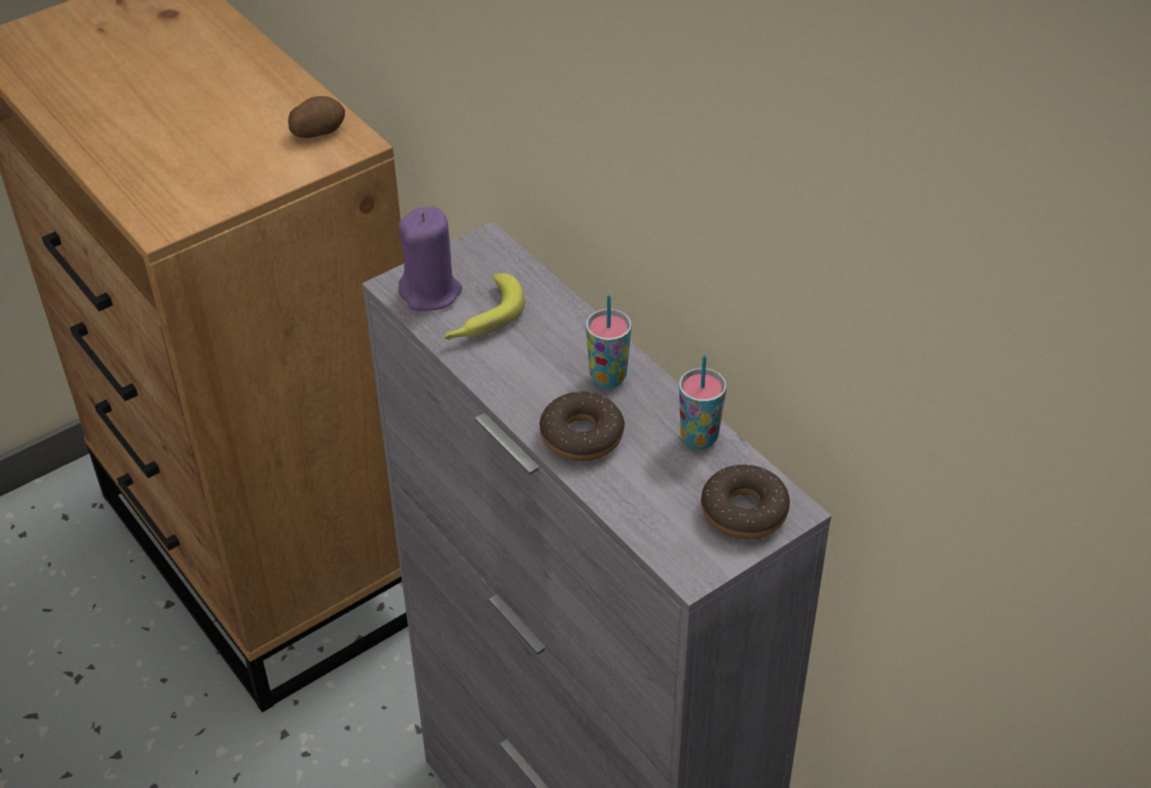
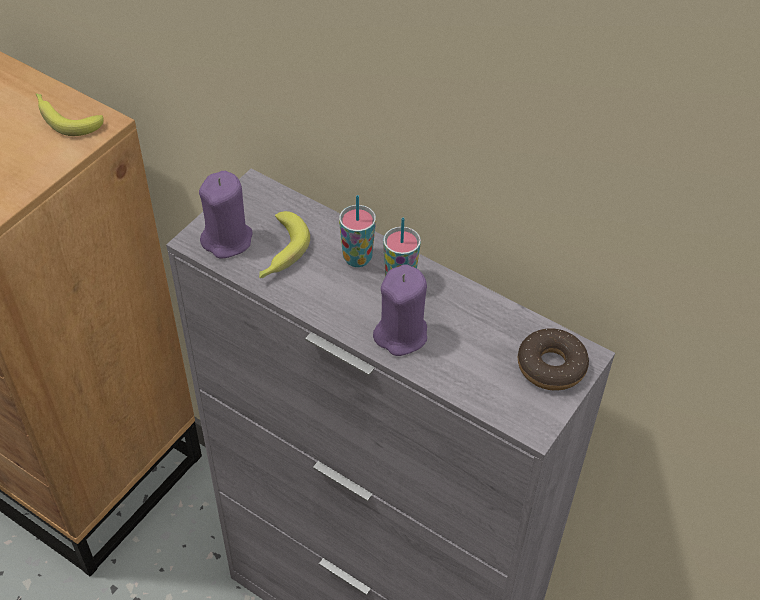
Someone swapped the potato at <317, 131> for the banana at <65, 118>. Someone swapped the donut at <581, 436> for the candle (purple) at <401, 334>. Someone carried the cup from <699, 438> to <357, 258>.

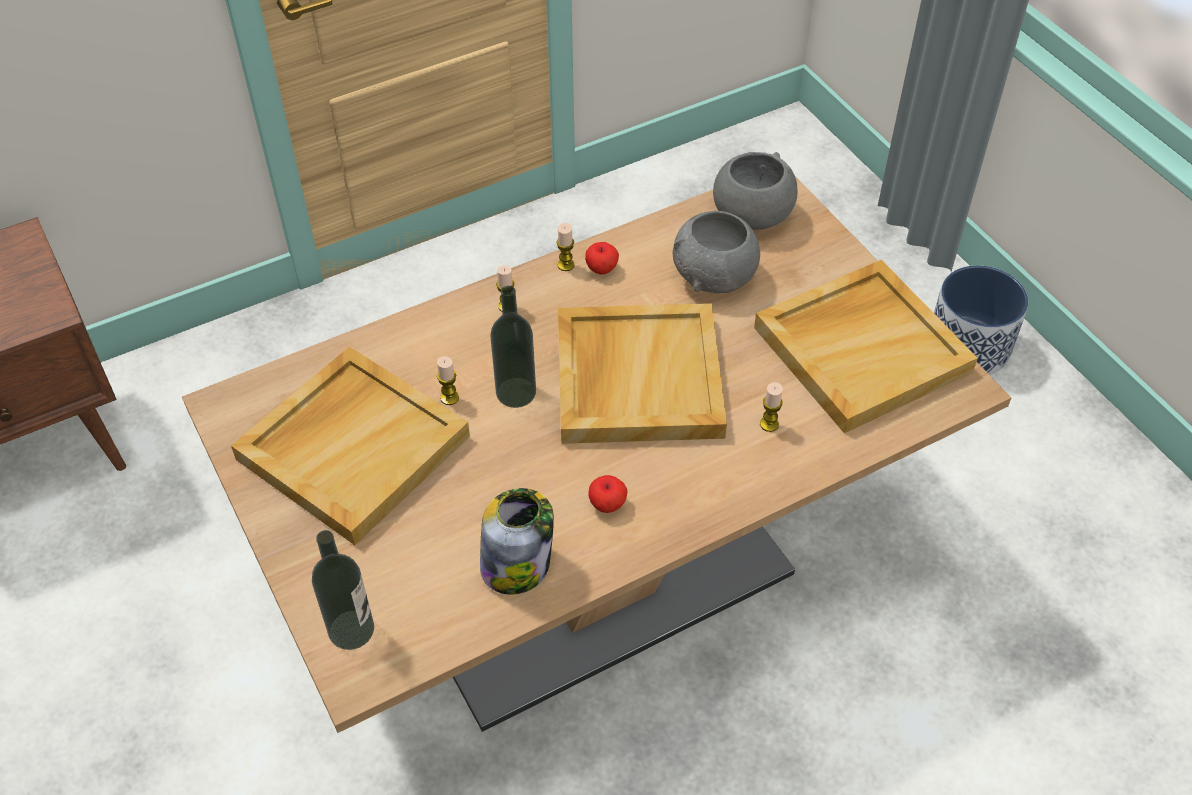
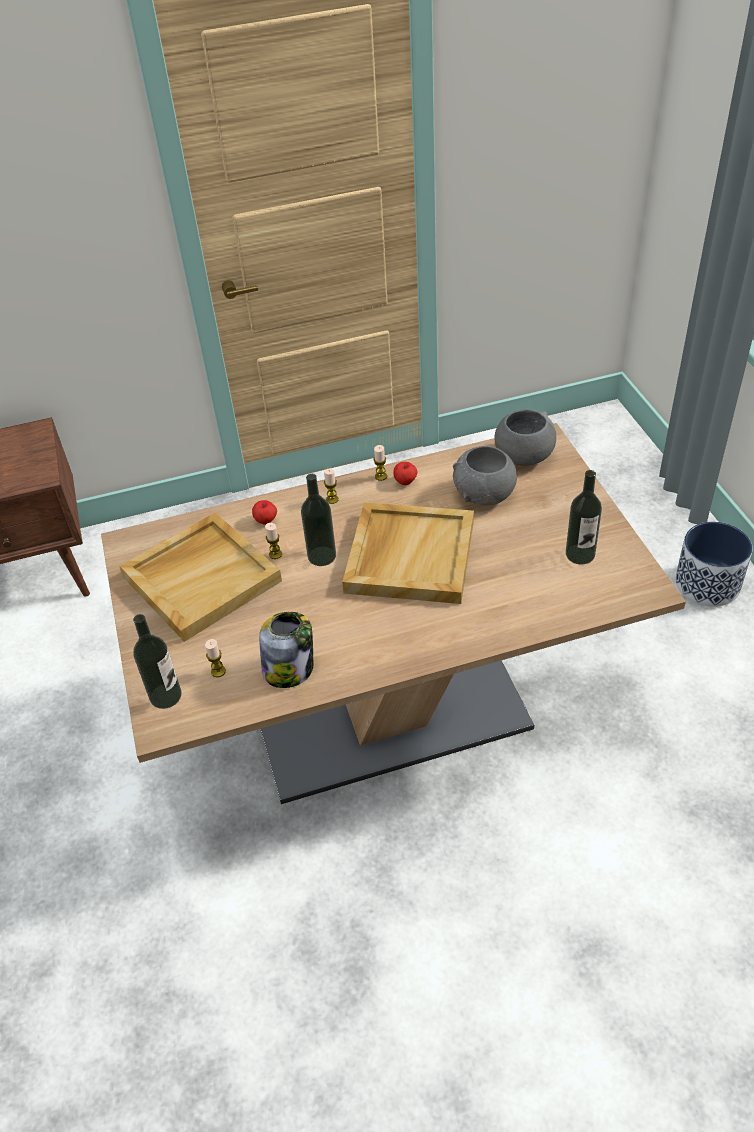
Someone carried the apple from <607, 504> to <266, 520>. Someone swapped the tray (beige) at <862, 348> for the bottle at <580, 554>. Someone carried the candle from <769, 424> to <218, 671>.

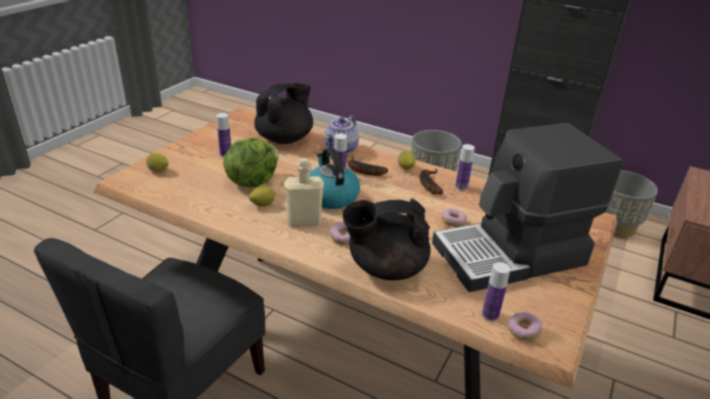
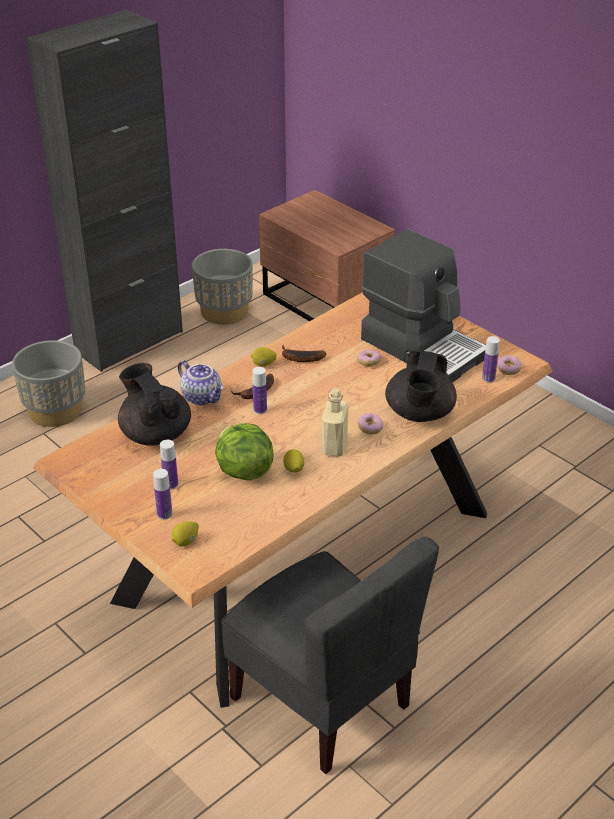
Someone took away the kettle at <330, 196>. Someone rotated the coffee machine at <511, 255> by 45 degrees counterclockwise. Someone carried the bottle from <461, 187> to <164, 514>.

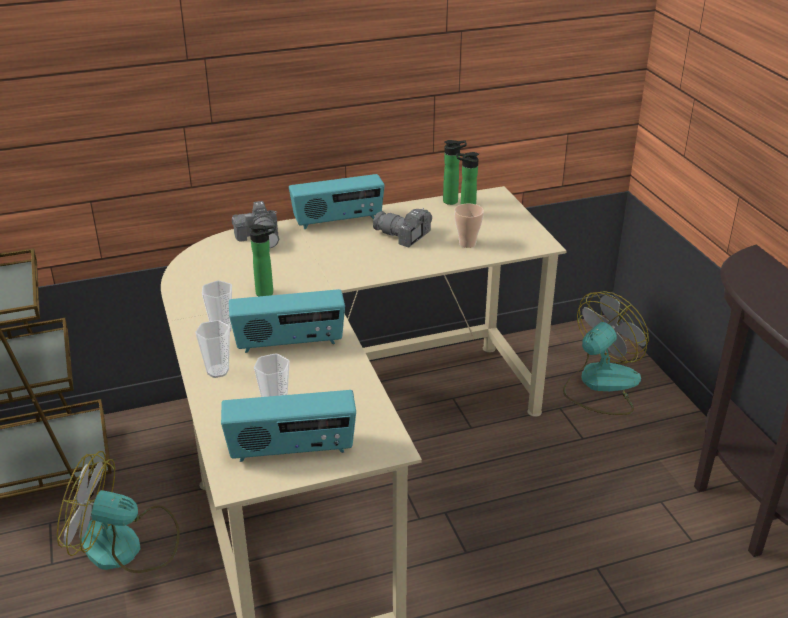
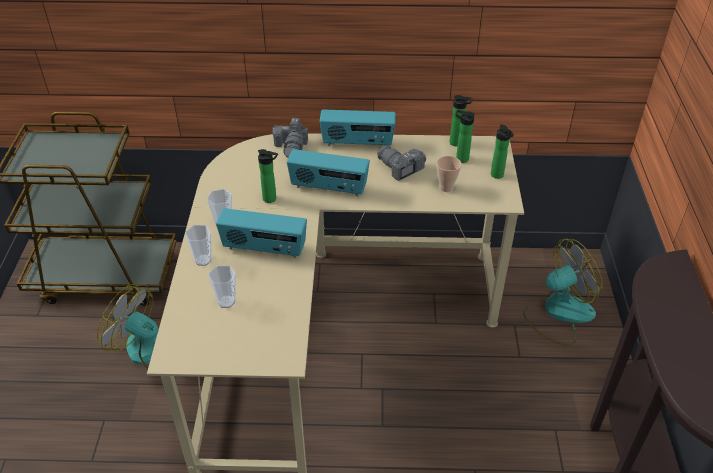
Someone carried the radio from <291, 450> to <328, 188>. Someone put down the bottle at <498, 176>.

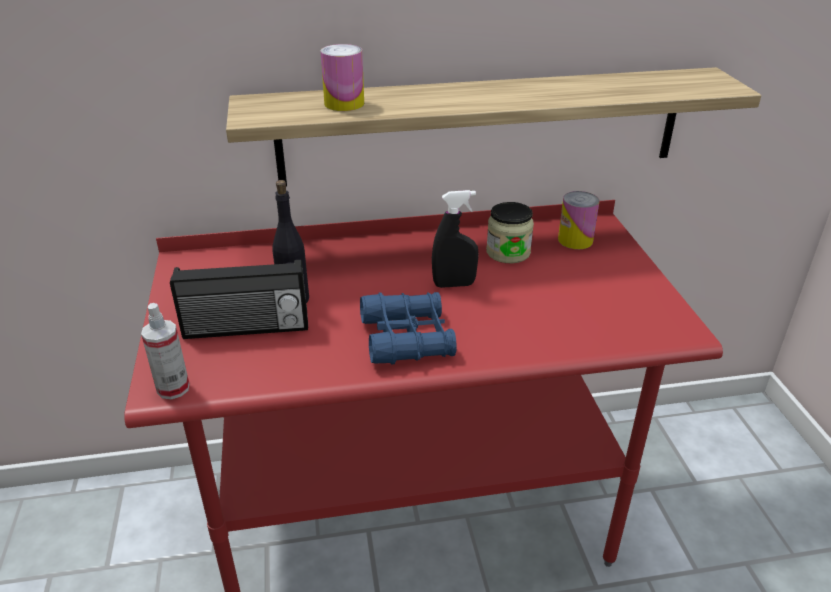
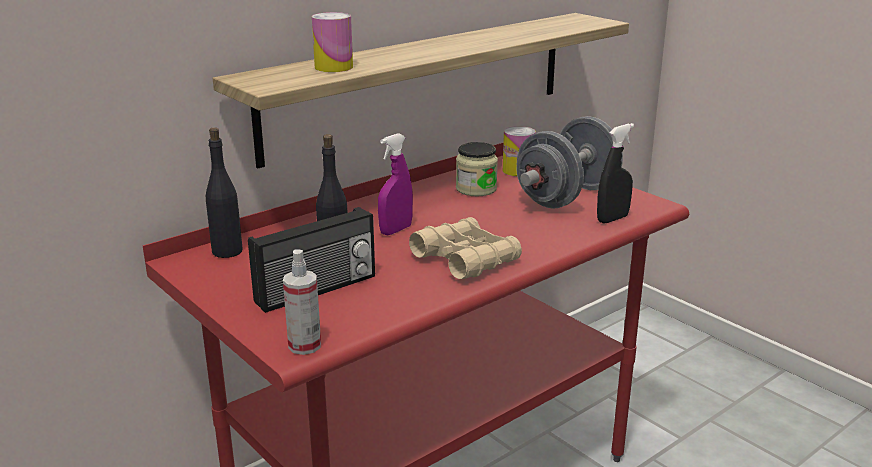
Someone repainted the binoculars (blue) at <407, 338>, which became the binoculars (beige) at <465, 259>. Someone carried the spray bottle (black) from <454, 284> to <612, 219>. Someone put down the bottle (black) at <227, 251>. Someone put down the spray bottle (purple) at <395, 230>. Someone put down the dumbbell (grey) at <567, 196>.

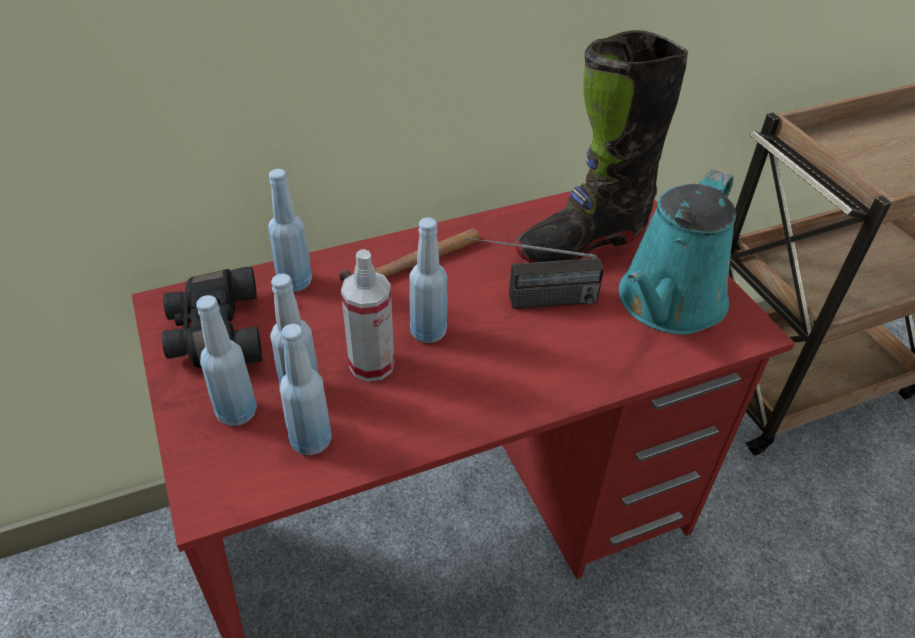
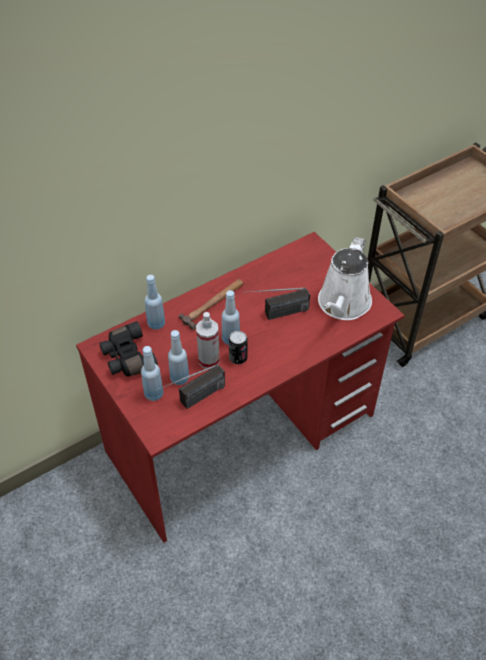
Someone swapped the bottle (blue) at <311, 440> for the radio at <193, 401>. Someone took away the boot (black) at <582, 242>. Someone repainted the watering can (turquoise) at <667, 304>, which became the watering can (white) at <342, 305>. Someone put down the can at <238, 358>.

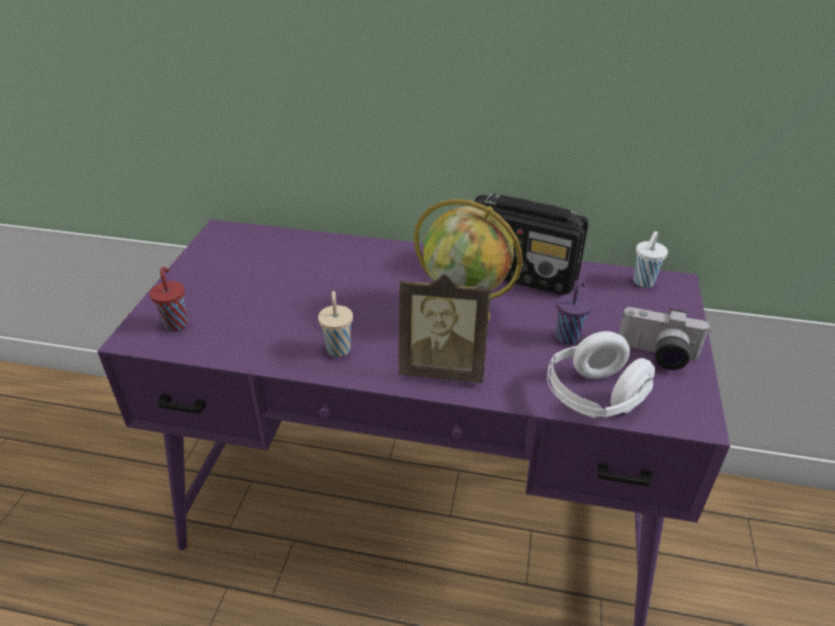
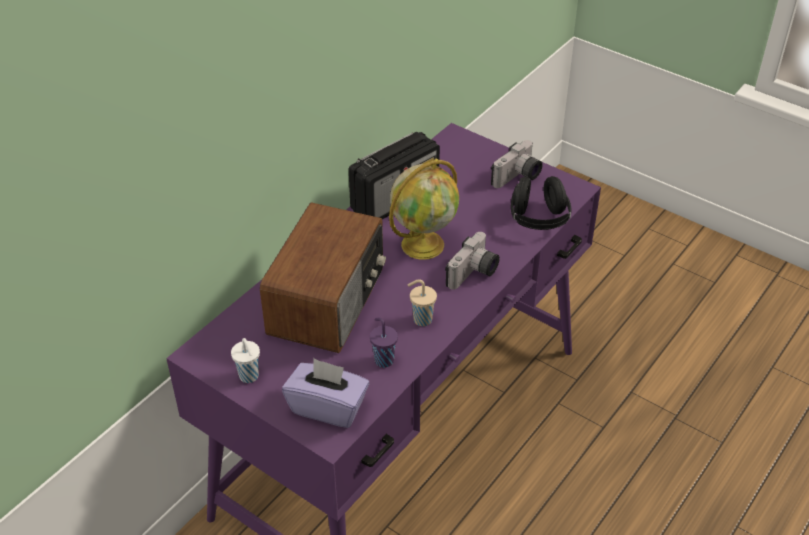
Someone swapped the cup (red) at <176, 323> for the tissue box (purple) at <328, 407>. Someone swapped the picture frame at <442, 368> for the photo camera at <474, 274>. Someone repainted the headphones (white) at <594, 398>, which became the headphones (black) at <538, 219>. Someone carried the cup (purple) from <568, 336> to <383, 359>. Someone carried the cup (white) from <643, 282> to <249, 377>. Someone put down the radio at <329, 301>.

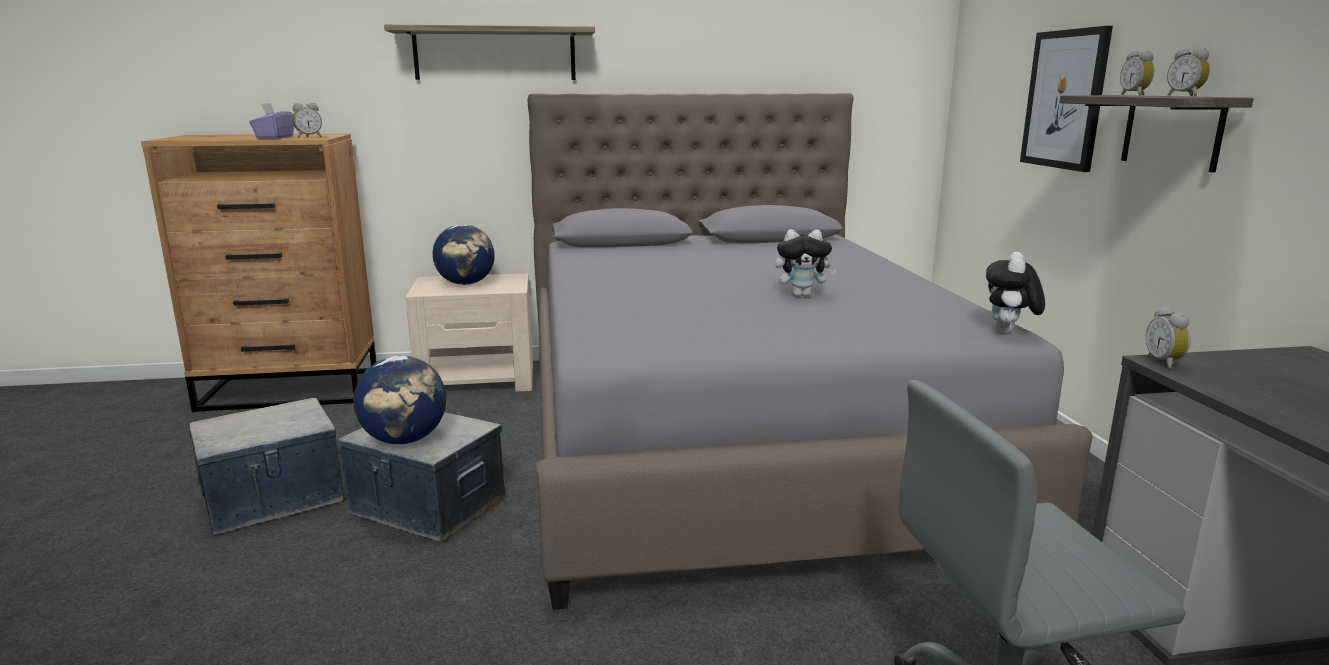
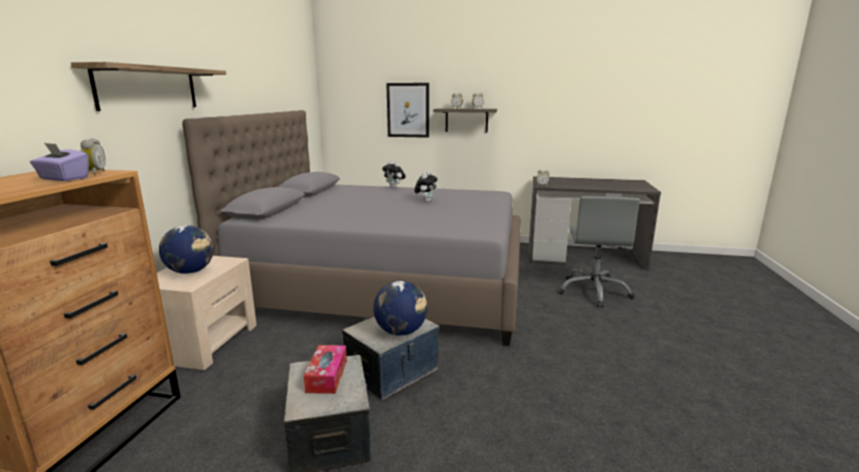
Someone carried the plush toy from <1008, 332> to <394, 187>. Someone put down the tissue box at <327, 376>.

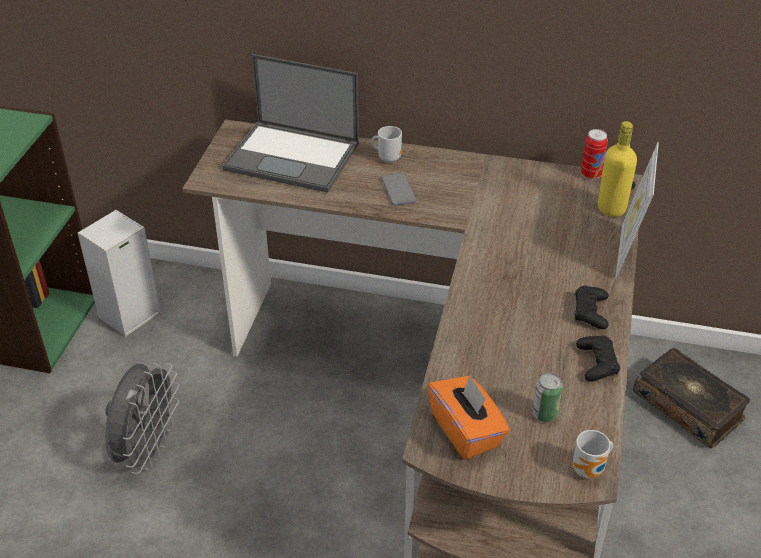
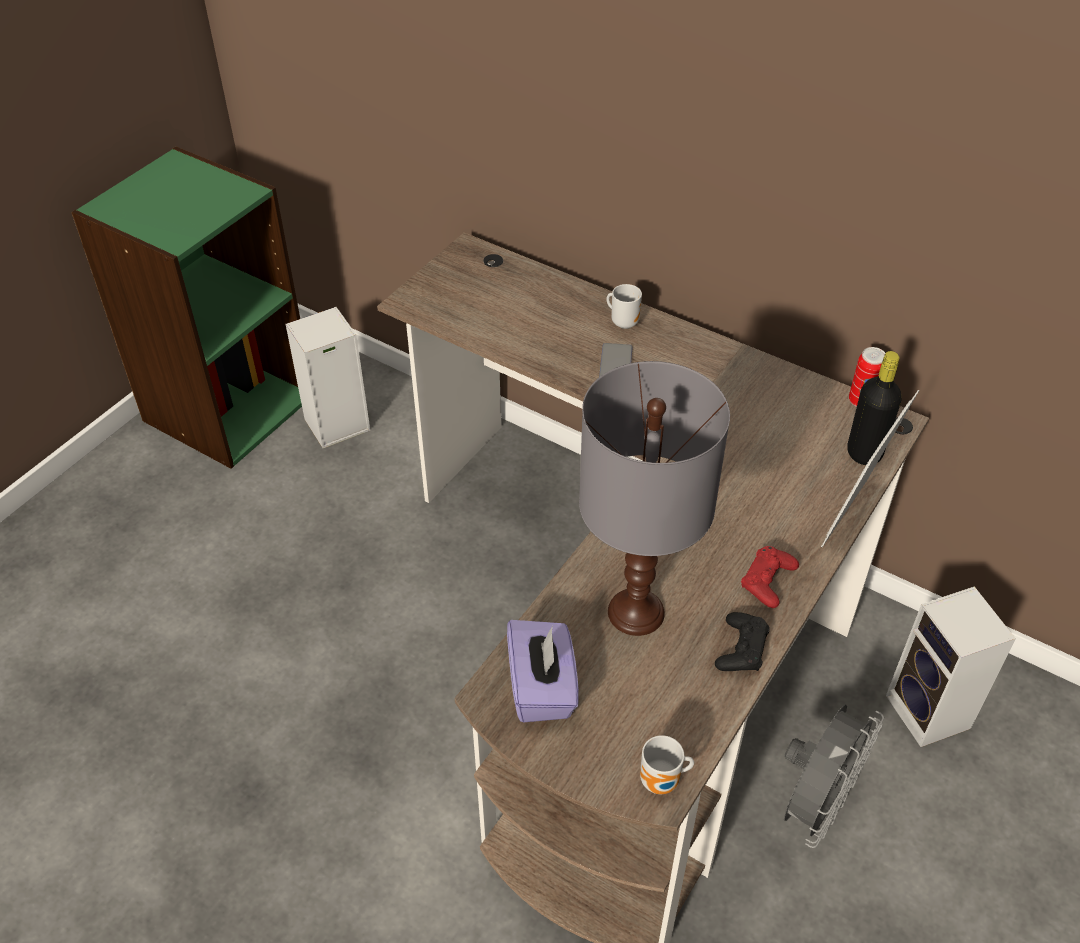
Someone carried the fan (grey) from <147, 450> to <815, 804>. Someone took away the laptop at <294, 156>. Someone repainted the tissue box (orange) at <466, 431>, which became the tissue box (purple) at <542, 688>. Someone took away the can at <544, 414>. Someone repainted the game controller (black) at <590, 312>, which became the game controller (red) at <767, 581>. Someone repainted the bottle (yellow) at <611, 209>, which became the bottle (black) at <864, 453>. Someone swapped the book at <689, 406> for the speaker at <931, 714>. Someone put down the table lamp (grey) at <636, 611>.

